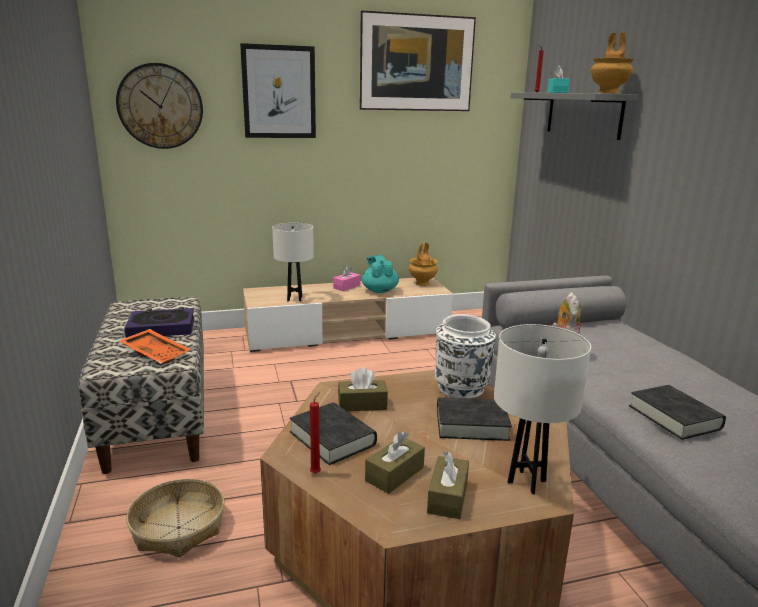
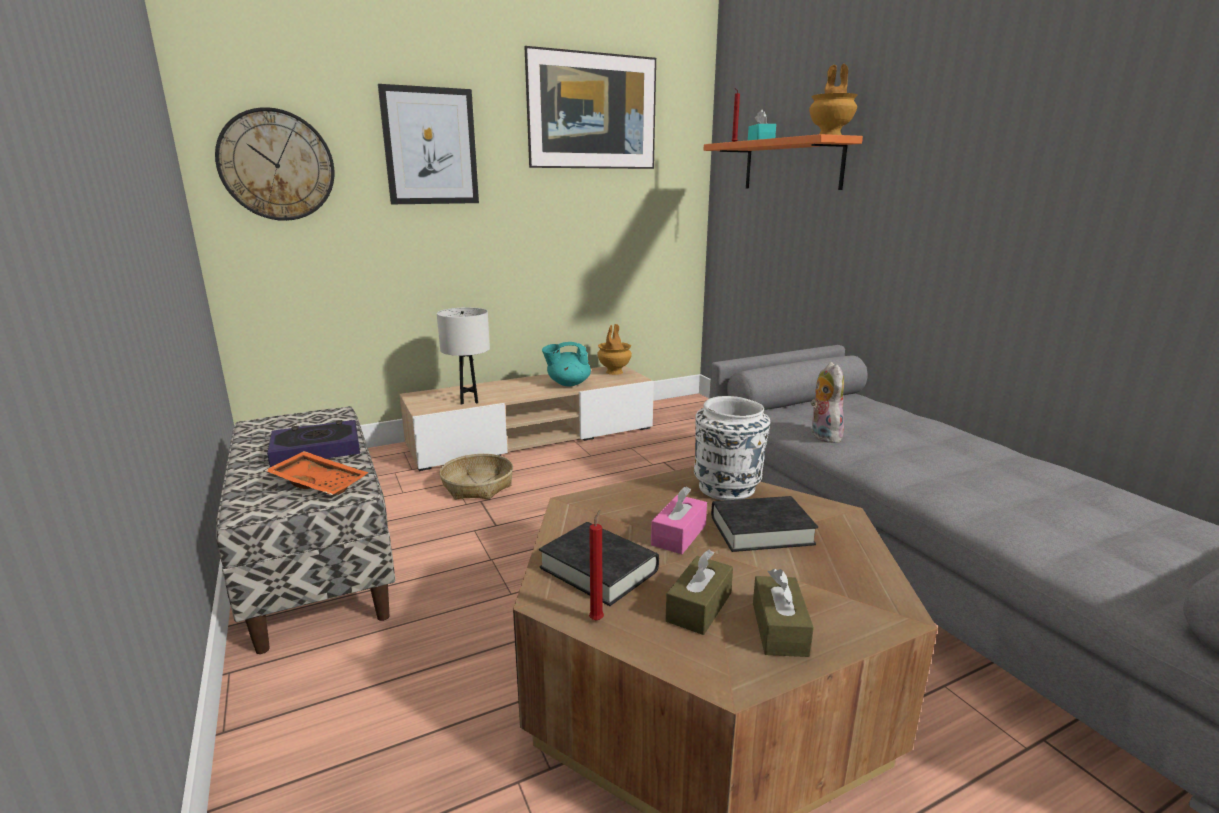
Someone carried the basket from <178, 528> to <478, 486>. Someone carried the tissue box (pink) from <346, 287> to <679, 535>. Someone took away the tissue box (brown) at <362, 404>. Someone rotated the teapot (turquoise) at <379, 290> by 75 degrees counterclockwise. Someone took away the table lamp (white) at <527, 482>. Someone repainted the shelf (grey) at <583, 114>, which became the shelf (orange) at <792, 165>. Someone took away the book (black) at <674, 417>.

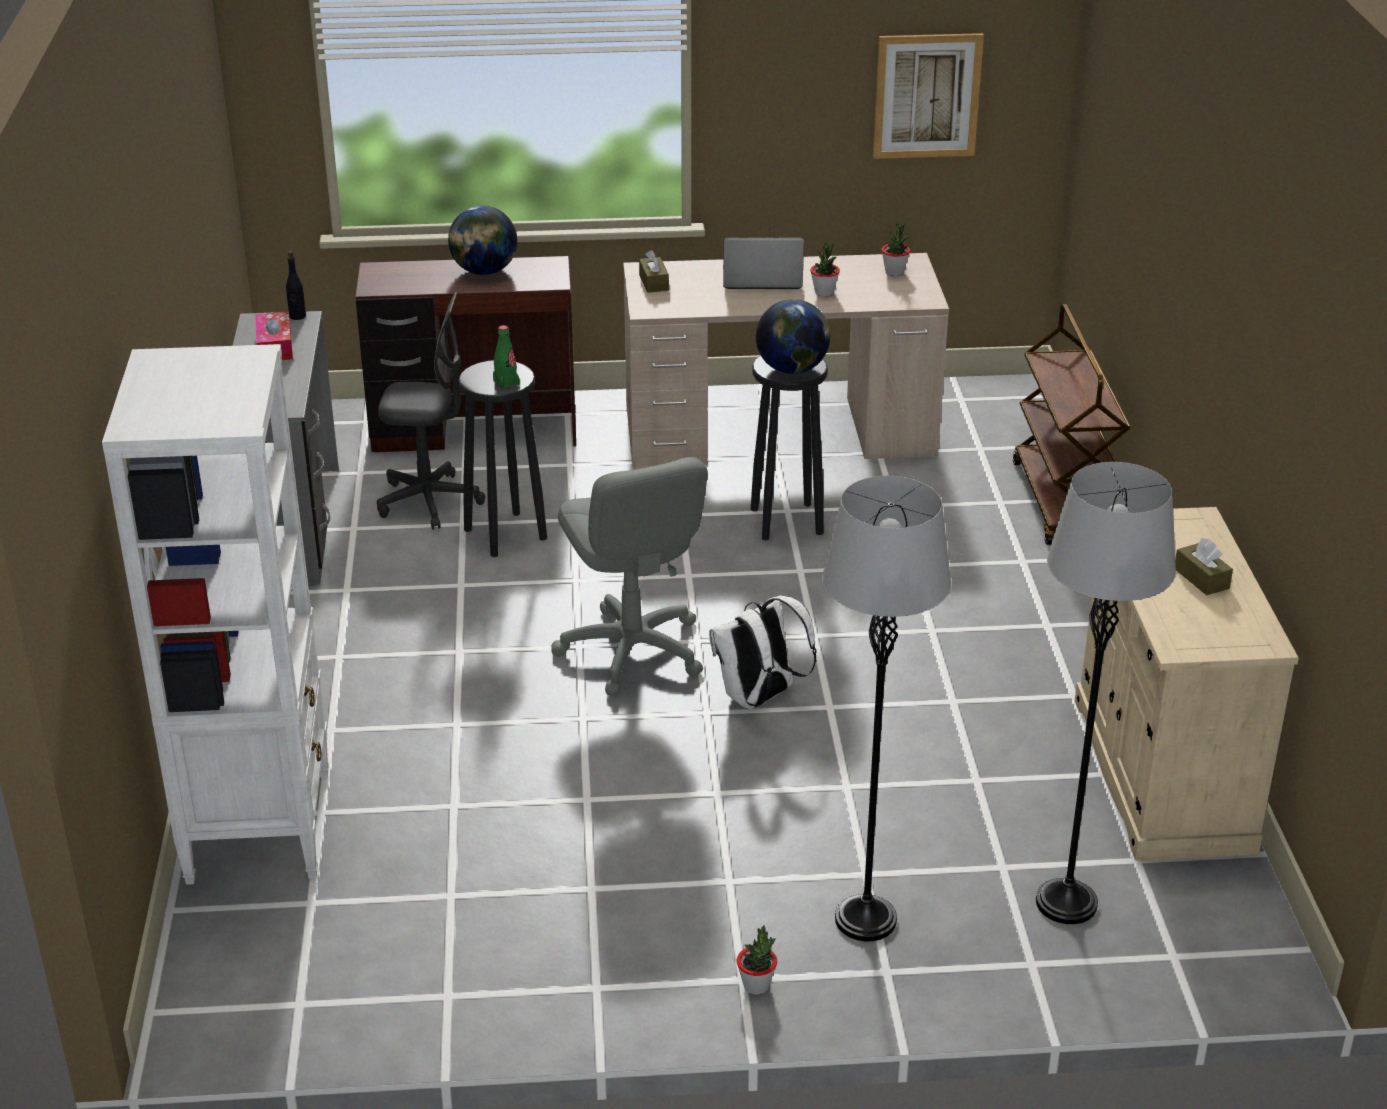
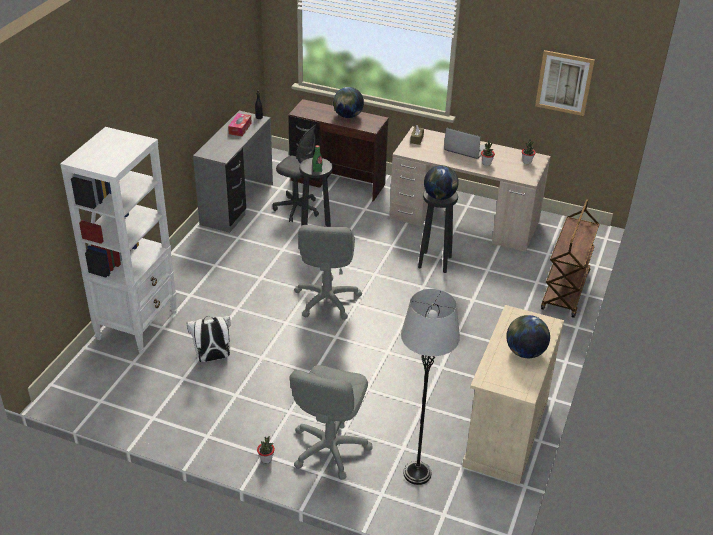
Someone carried the backpack (white) from <759, 698> to <212, 358>. Someone swapped the floor lamp (grey) at <865, 920> for the office chair (grey) at <329, 448>. Someone swapped the tissue box (brown) at <1201, 578> for the globe at <525, 352>.

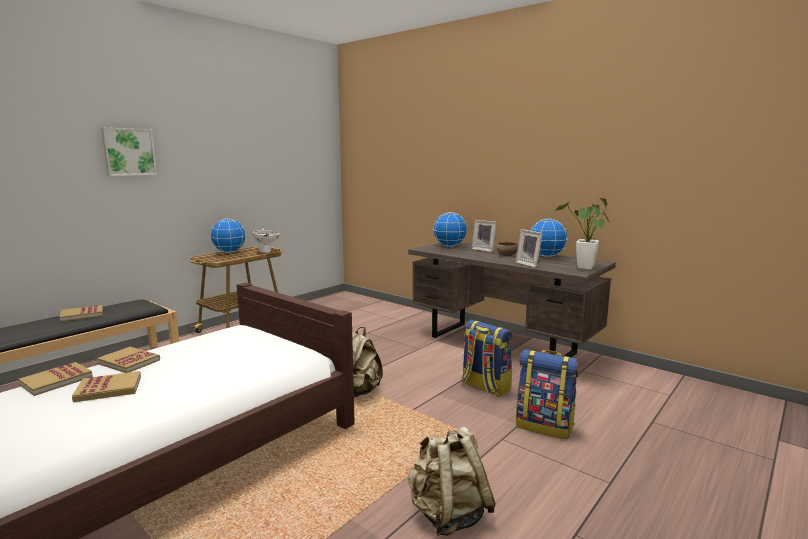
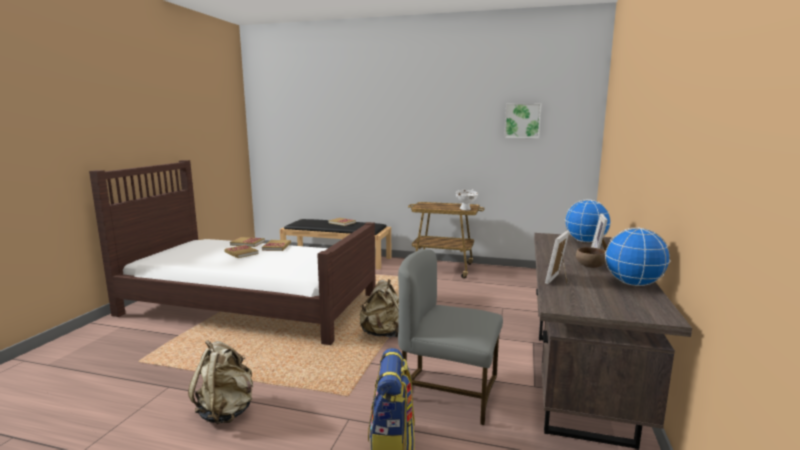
Someone carried the picture from <129, 152> to <522, 120>. Someone took away the globe at <229, 252>. Someone swapped the backpack at <484, 387> for the chair (grey) at <449, 390>. Someone took away the potted plant at <584, 268>.

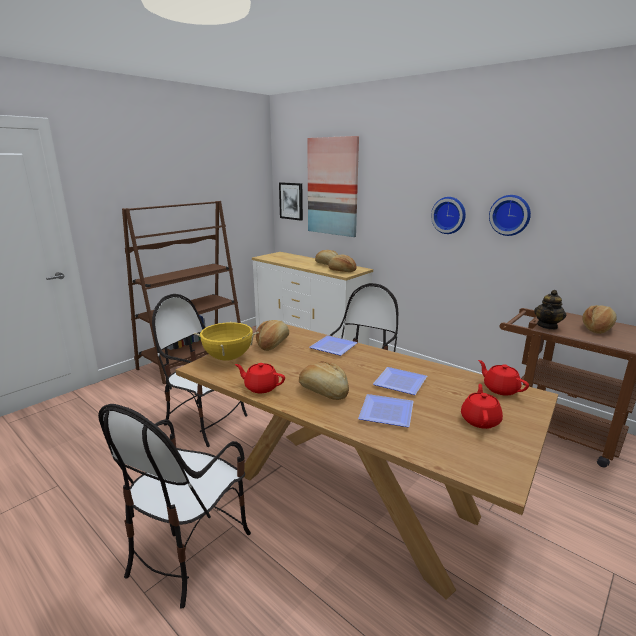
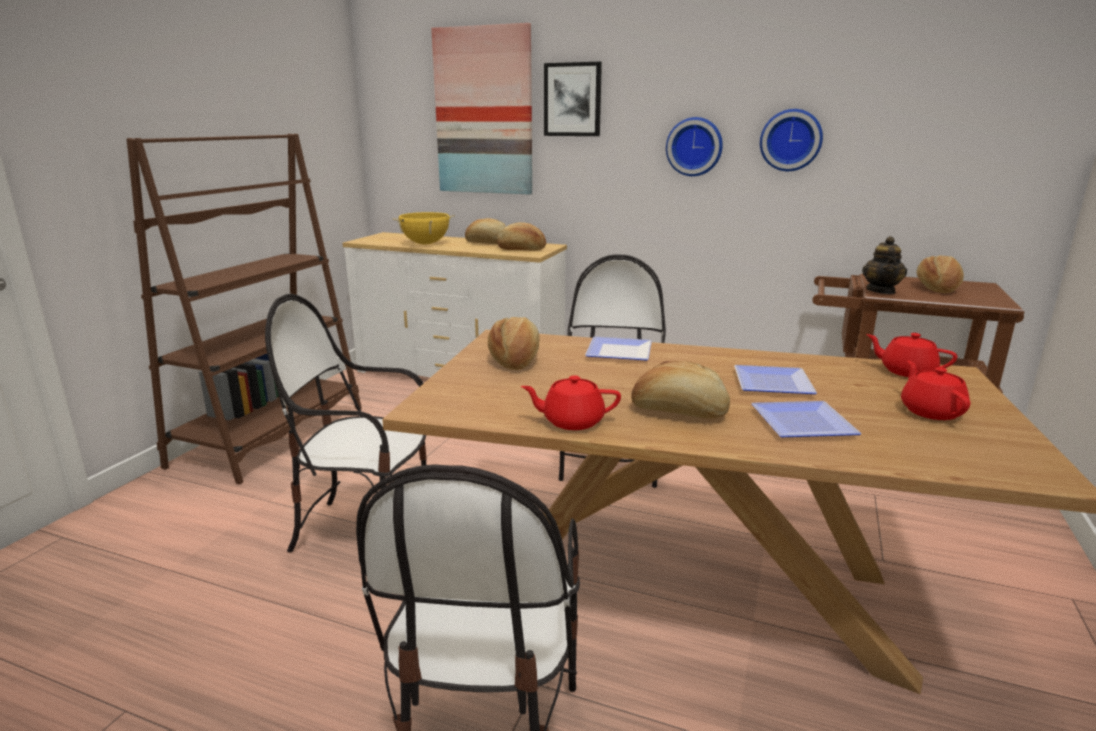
Someone carried the cooking pot (yellow) from <228, 358> to <426, 244>. Someone carried the picture from <291, 201> to <572, 99>.

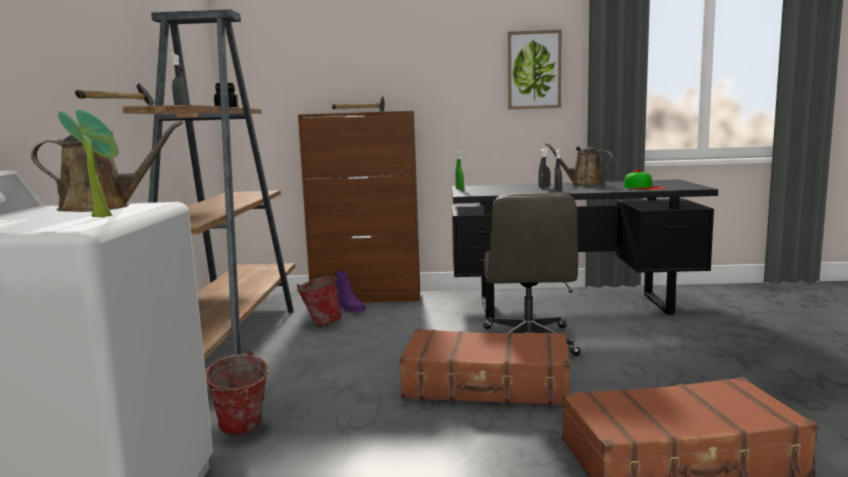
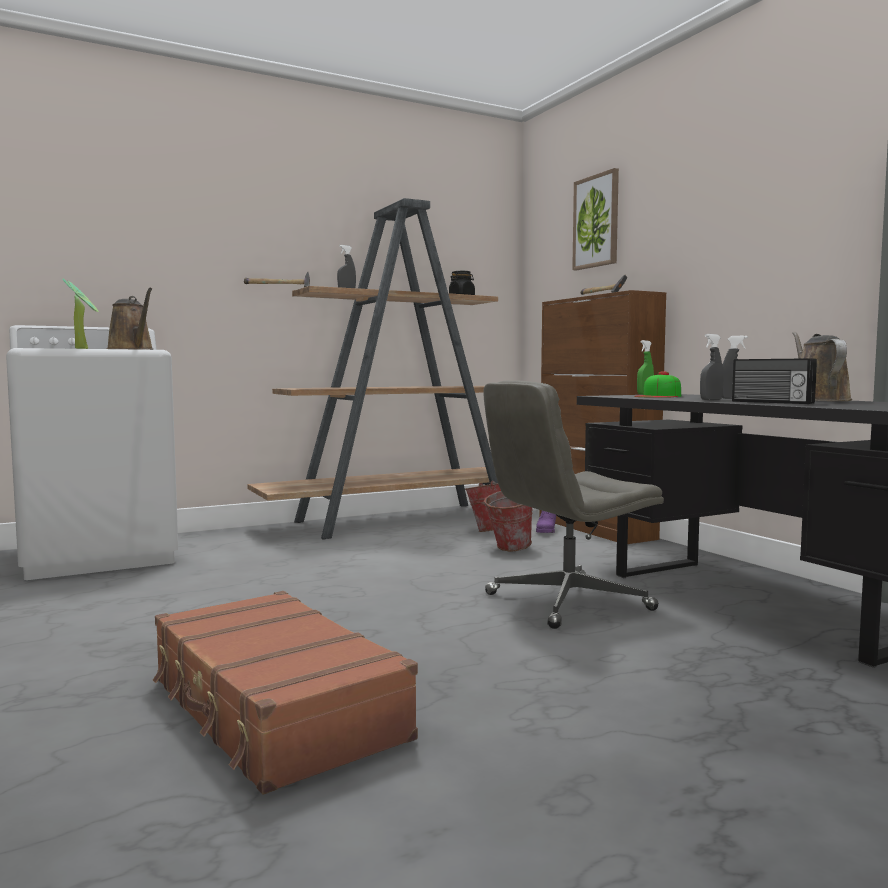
Someone carried the bucket from <240, 430> to <507, 549>. Someone took away the suitcase (brown) at <487, 385>. Someone carried the picture from <534, 70> to <596, 221>. Someone carried the cap from <644, 187> to <659, 396>. Someone put down the radio at <771, 402>.

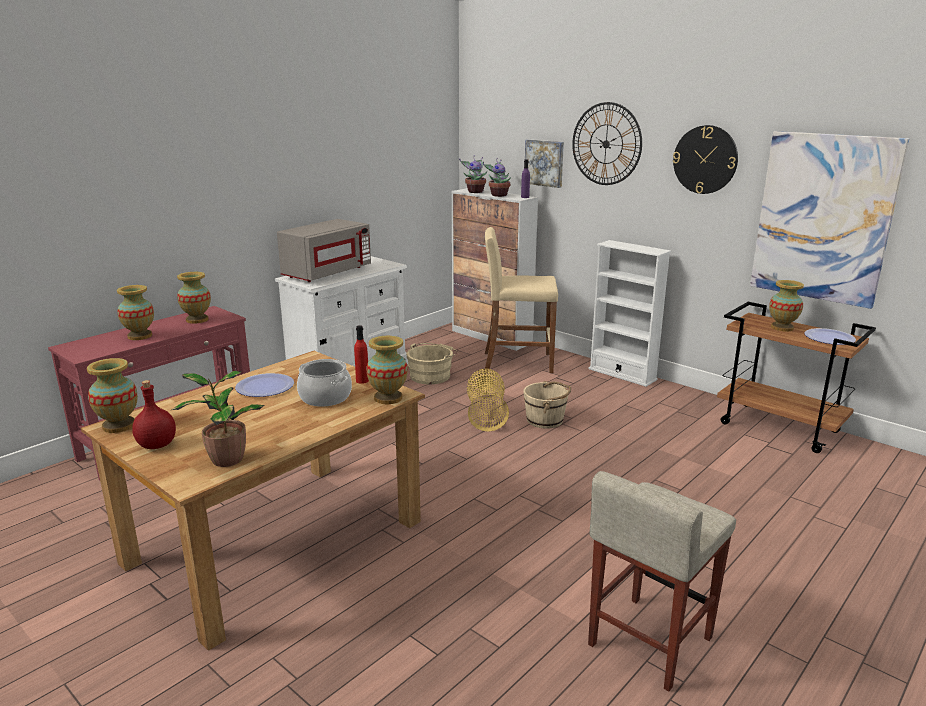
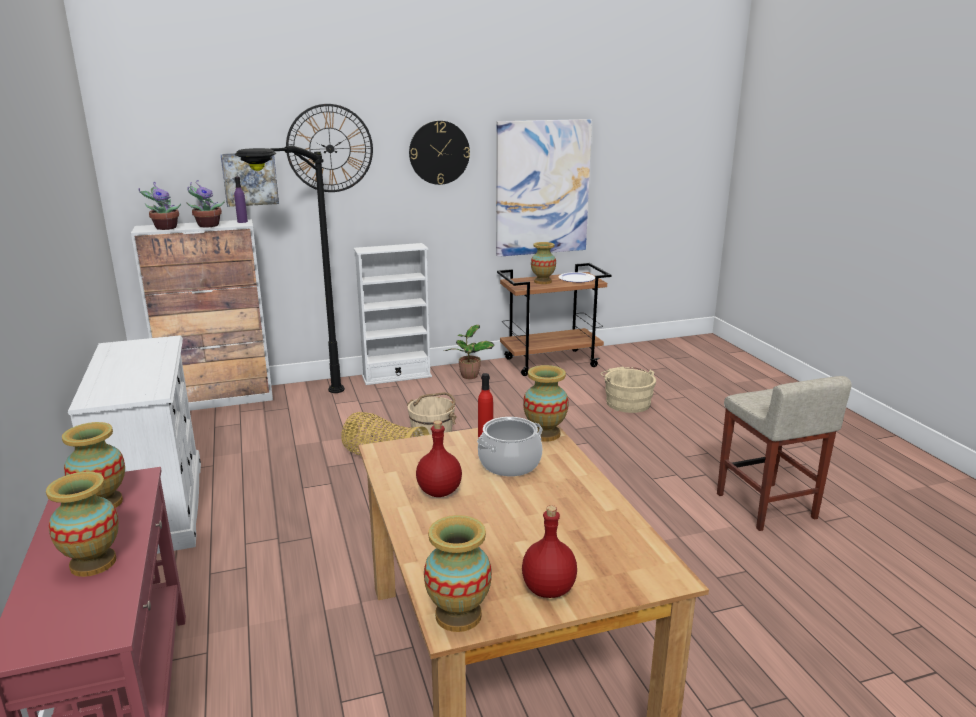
Someone carried the potted plant from <225, 459> to <469, 376>. Someone swapped the plate at <265, 387> for the bottle (red) at <439, 492>. Someone took away the microwave (grey) at <327, 273>. Someone carried the bucket (beige) from <431, 375> to <626, 402>. Someone swapped the stool (beige) at <517, 362> for the floor lamp (black) at <300, 408>.

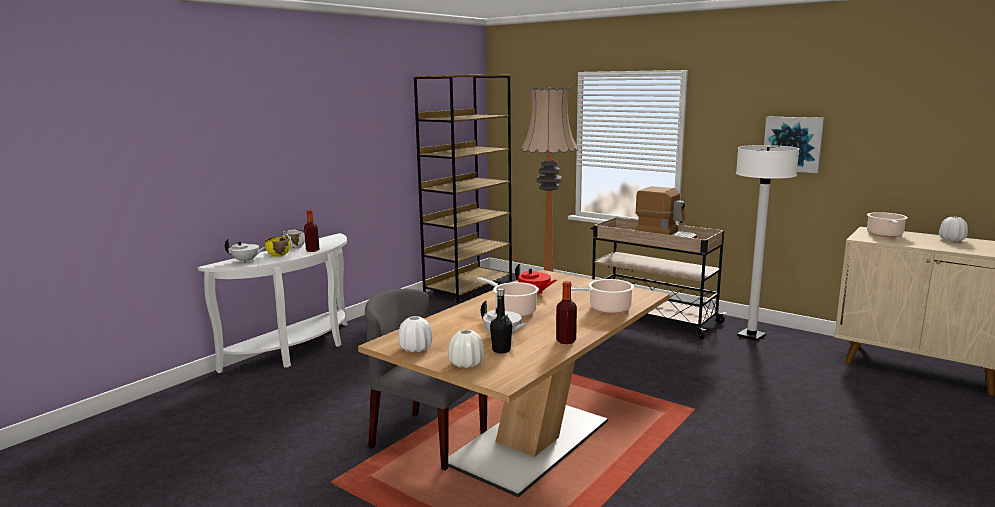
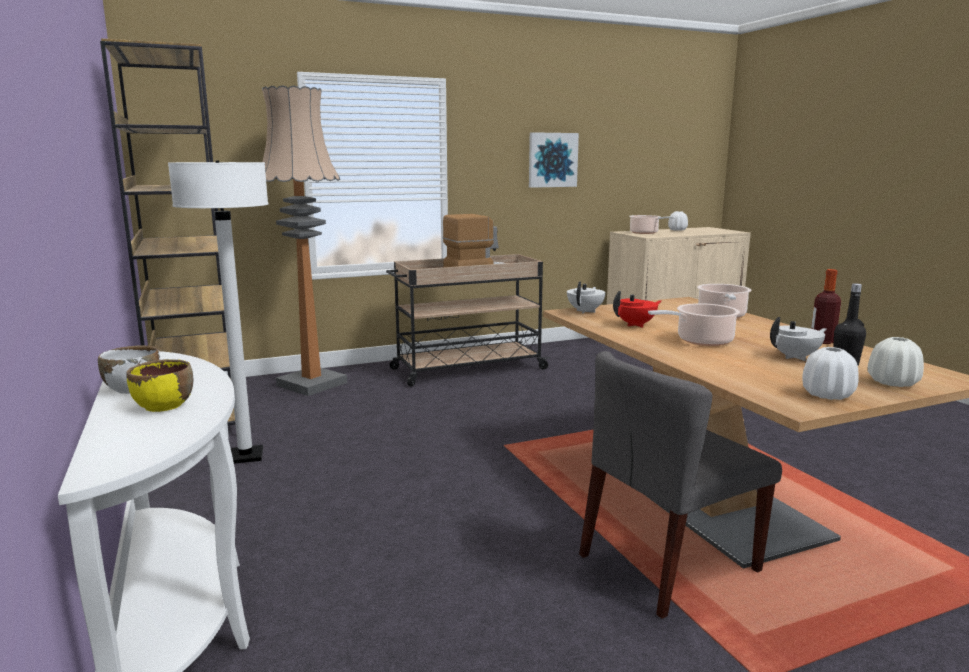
Someone carried the teapot (white) from <246, 261> to <585, 311>. Someone took away the bottle at <312, 250>. Someone carried the floor lamp (white) from <751, 336> to <246, 456>.

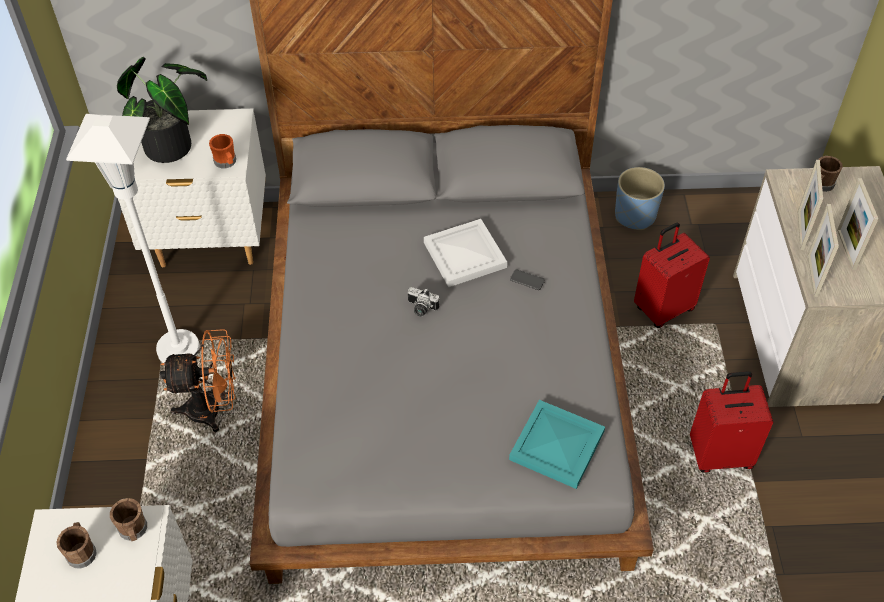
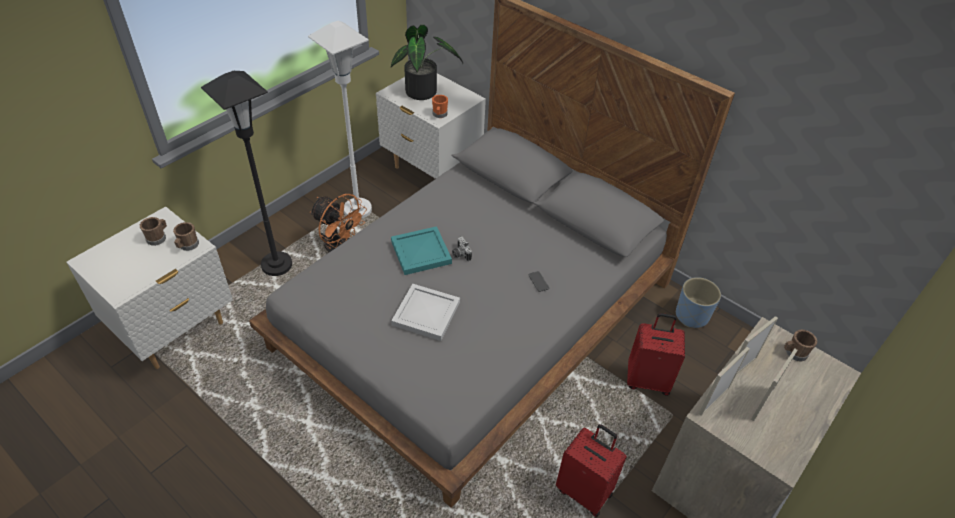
Someone carried the tray (white) from <463, 254> to <425, 313>. Someone carried the tray (turquoise) from <558, 445> to <422, 252>. Someone put down the floor lamp (black) at <277, 265>.

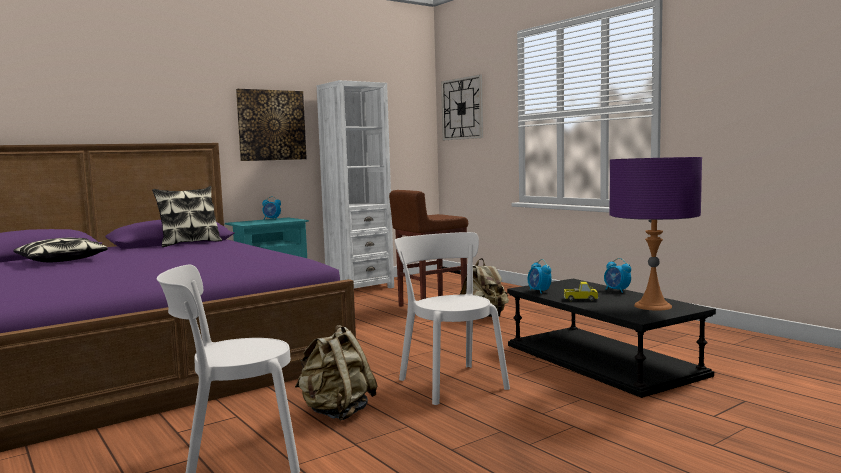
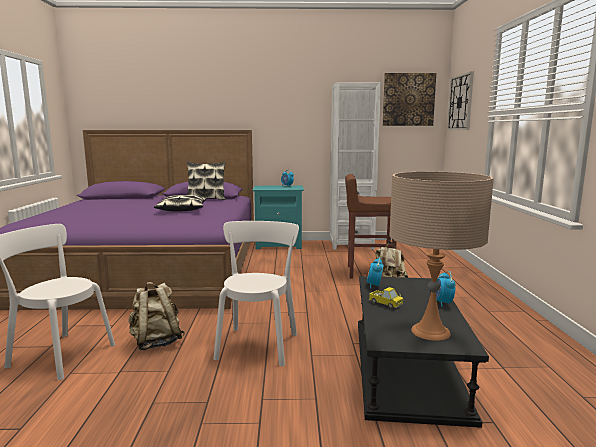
Someone carried the pillow from <61, 260> to <182, 210>. Someone carried the picture from <271, 125> to <408, 99>. Someone repainted the table lamp (purple) at <652, 306>, which became the table lamp (beige) at <430, 331>.

